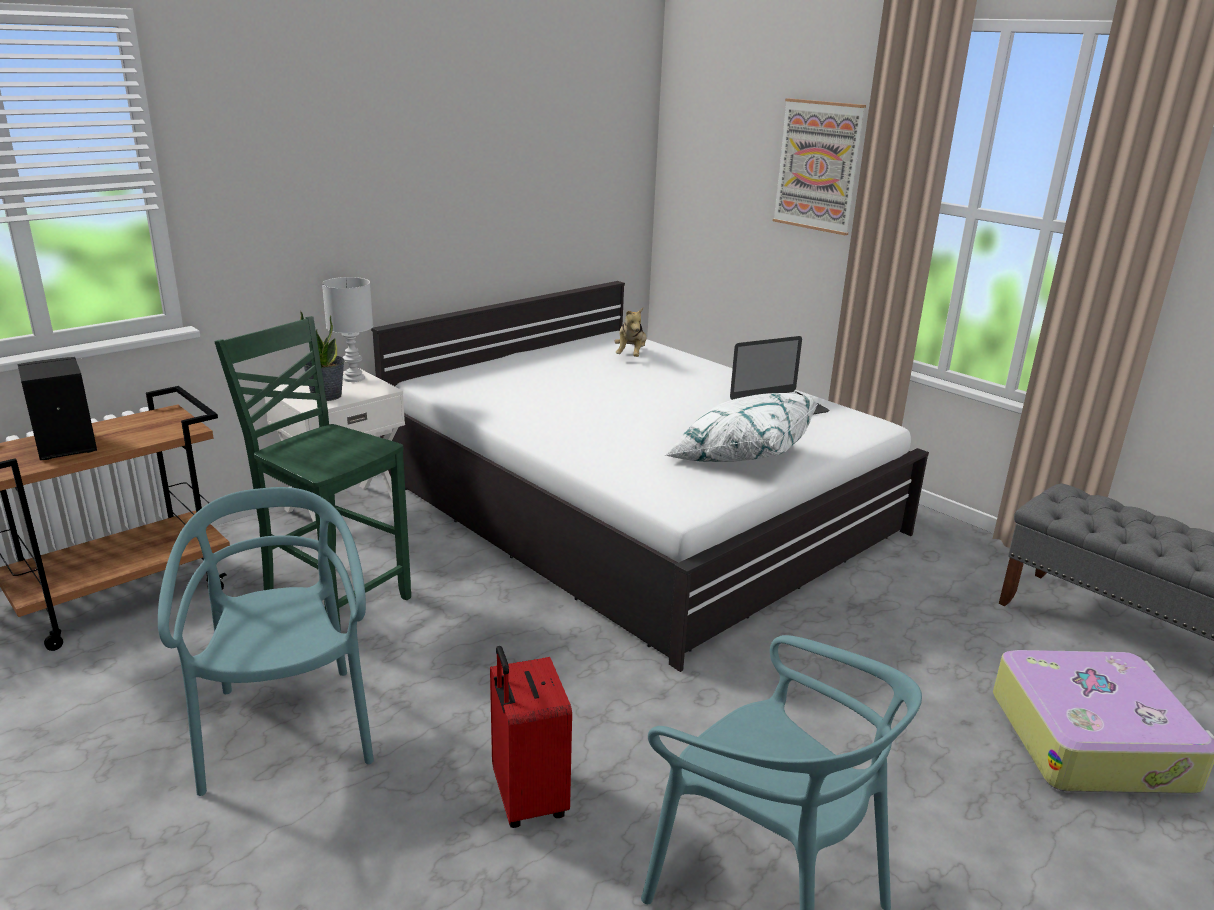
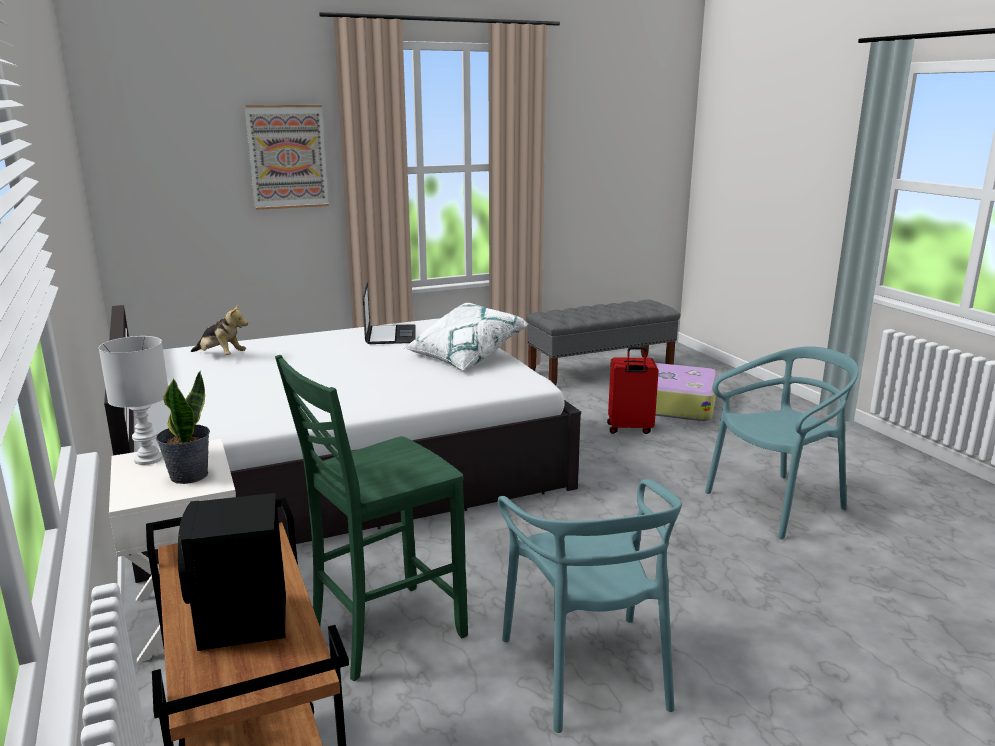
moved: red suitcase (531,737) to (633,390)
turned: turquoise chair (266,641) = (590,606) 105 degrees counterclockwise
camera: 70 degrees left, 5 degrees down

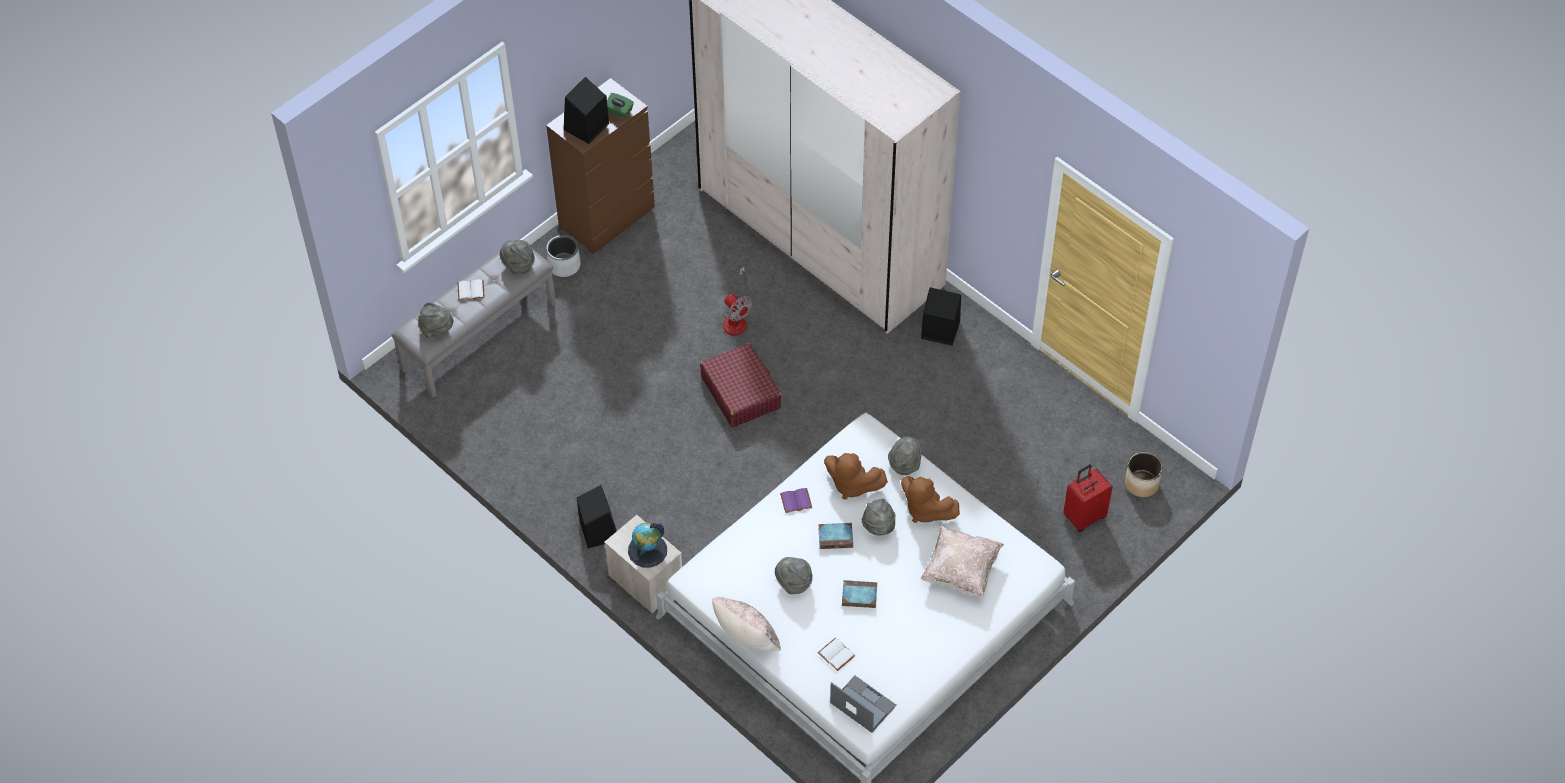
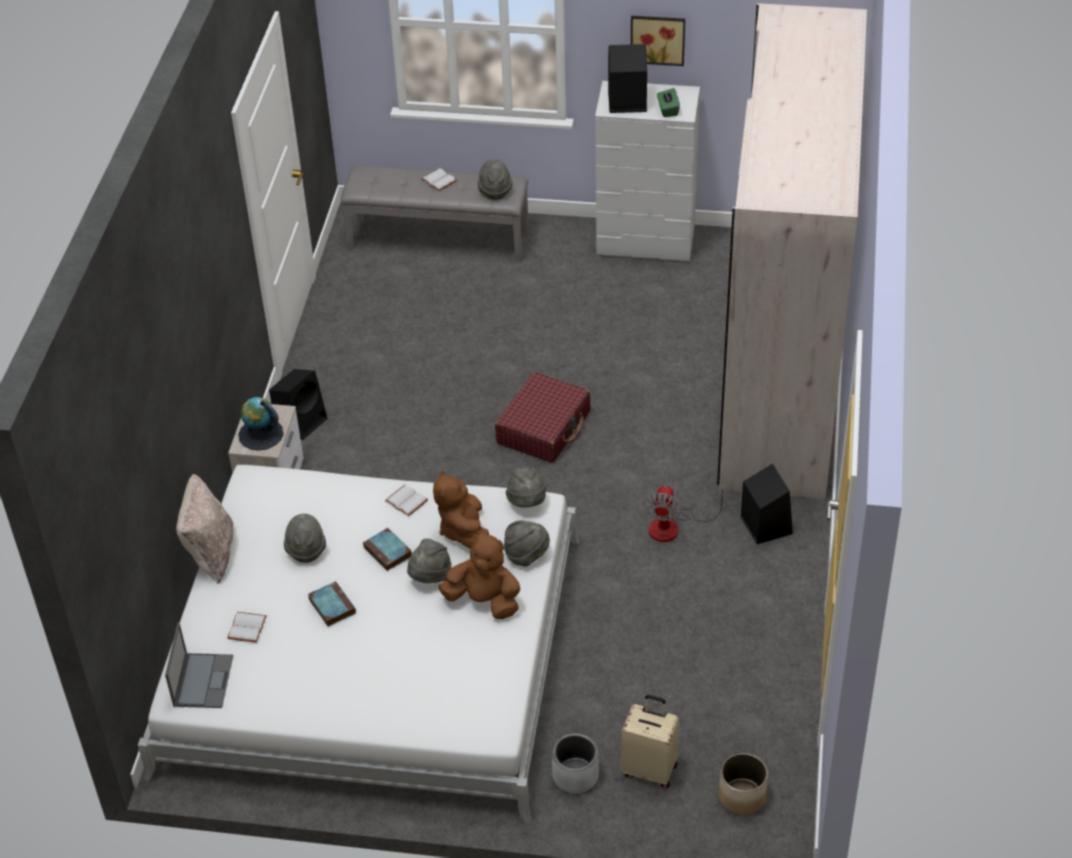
removed: beige pillow (962,561)
added: picture (658,41)
moved: grey hat (435,320) to (526,486); grey planter (563,256) to (575,763); fan (737,301) to (685,513)
recoloured: brown dresser (600,166) to white dresser (647,171); purple book (796,500) to white book (406,500); red suitcase (1088,498) to beige suitcase (650,742)
turned: brown plush toy (930,499) = (479,575) 105 degrees clockwise
camera: 55 degrees right, 10 degrees down

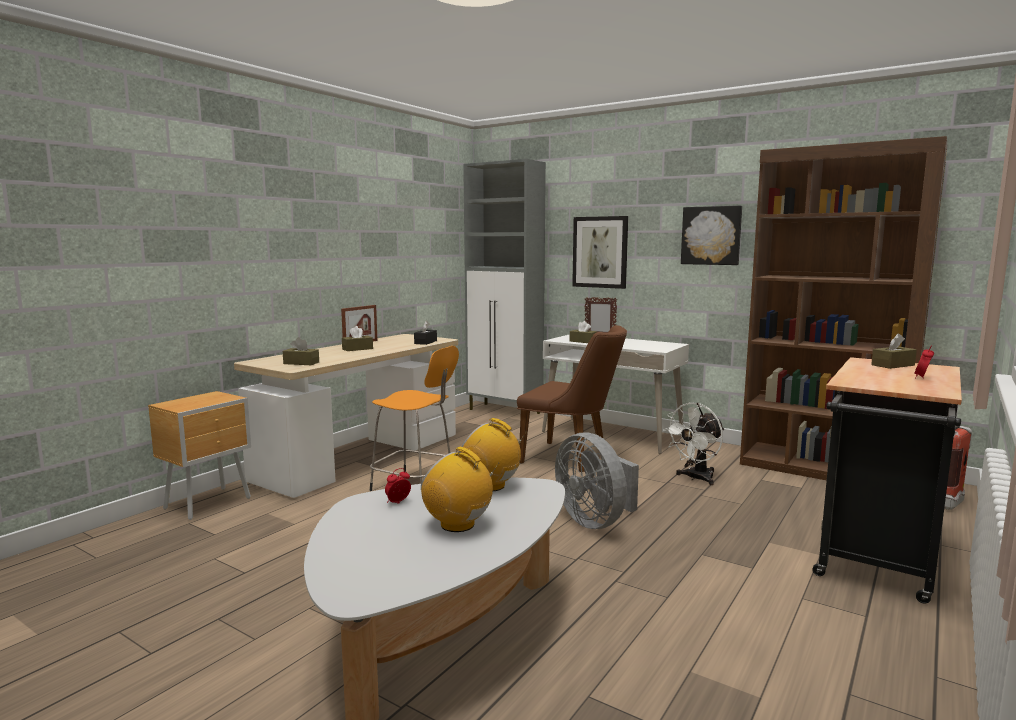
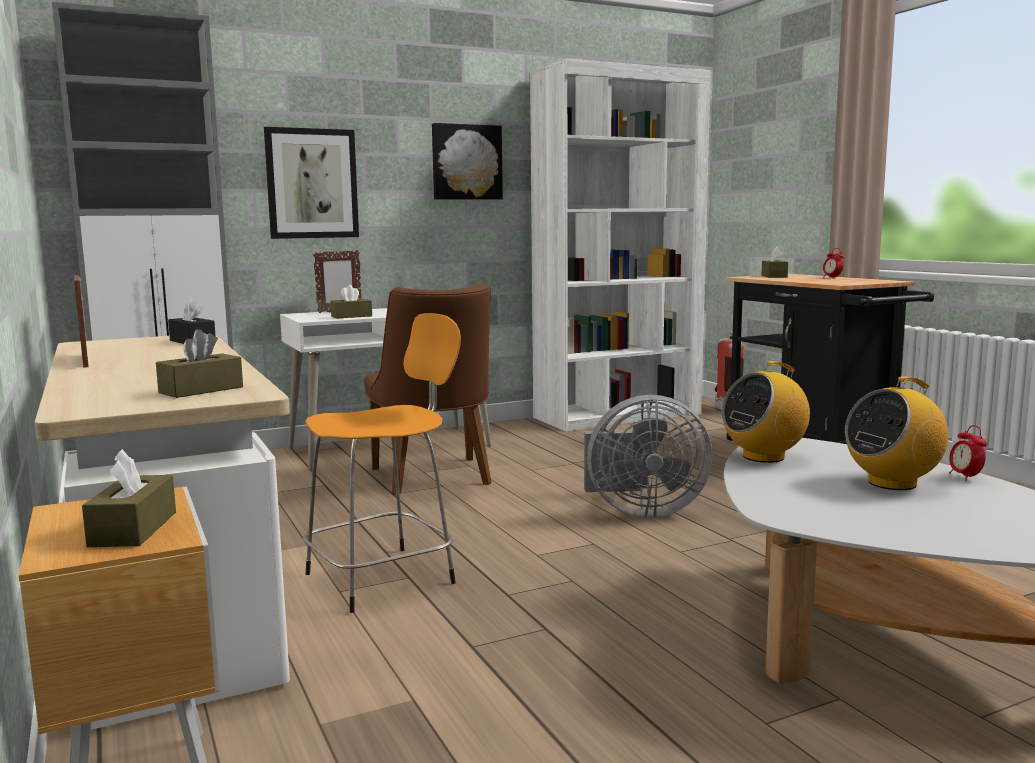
removed: white fan (694,443)
moved: brown tissue box (357,338) to (129,498); alarm clock (398,486) to (968,453)
recoloured: brown bookcase (843,308) to white bookcase (620,245)
turned: brown chair (572,398) = (427,389) 105 degrees clockwise
camera: 60 degrees left, 0 degrees up

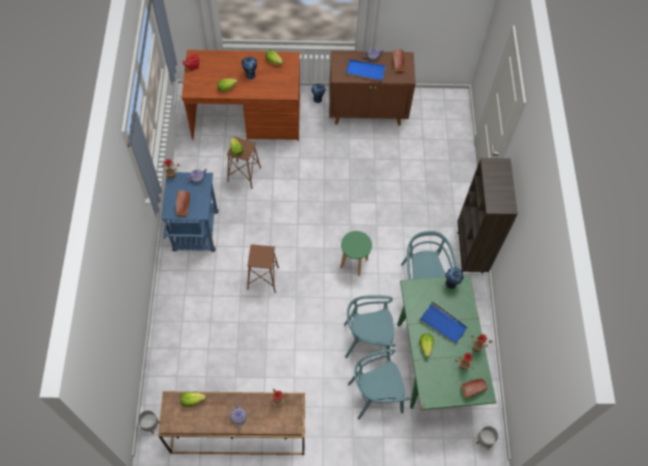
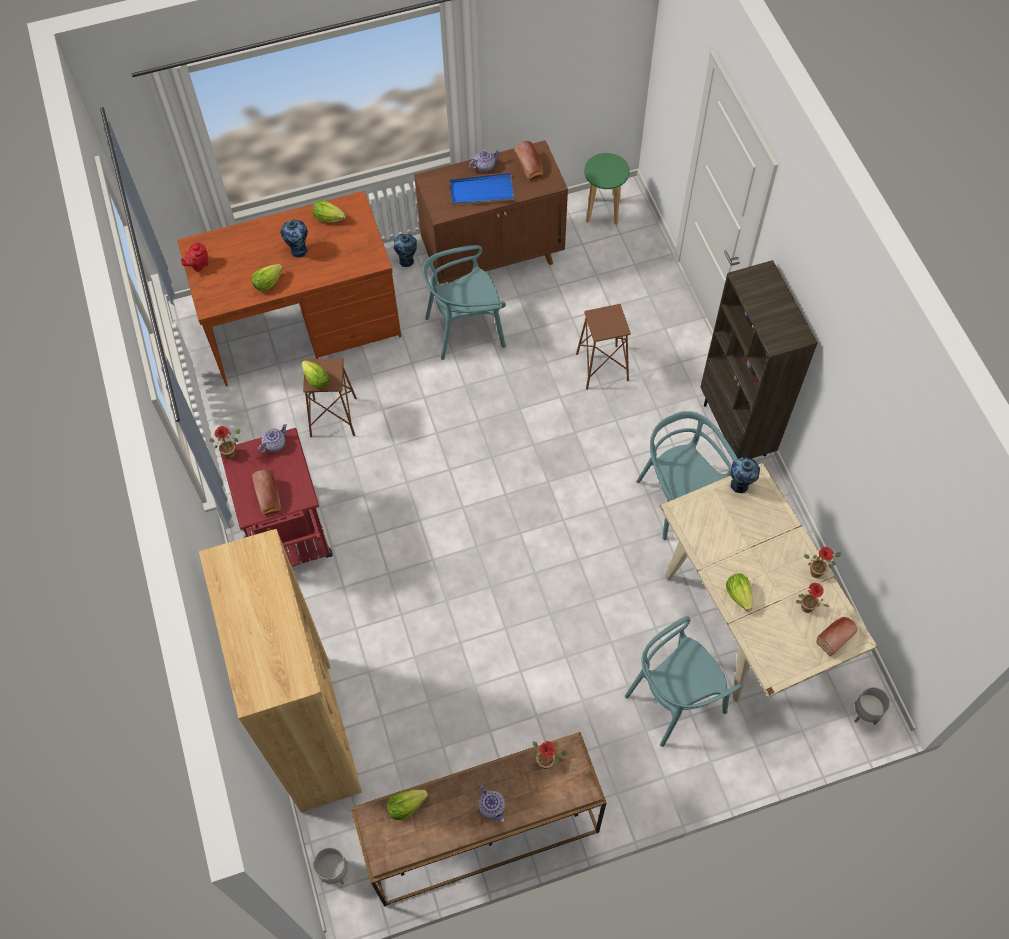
removed: blue tray (443,322)
added: brown bookcase (280,671)
moved: brown stool (263,268) to (603,347); green stool (356,253) to (607,189); turquoise chair (369,326) to (464,302)
recoloured: blue cart (190,212) to red cart (276,497); green dining table (446,342) to beige dining table (769,582)
camera: 15 degrees left, 0 degrees up

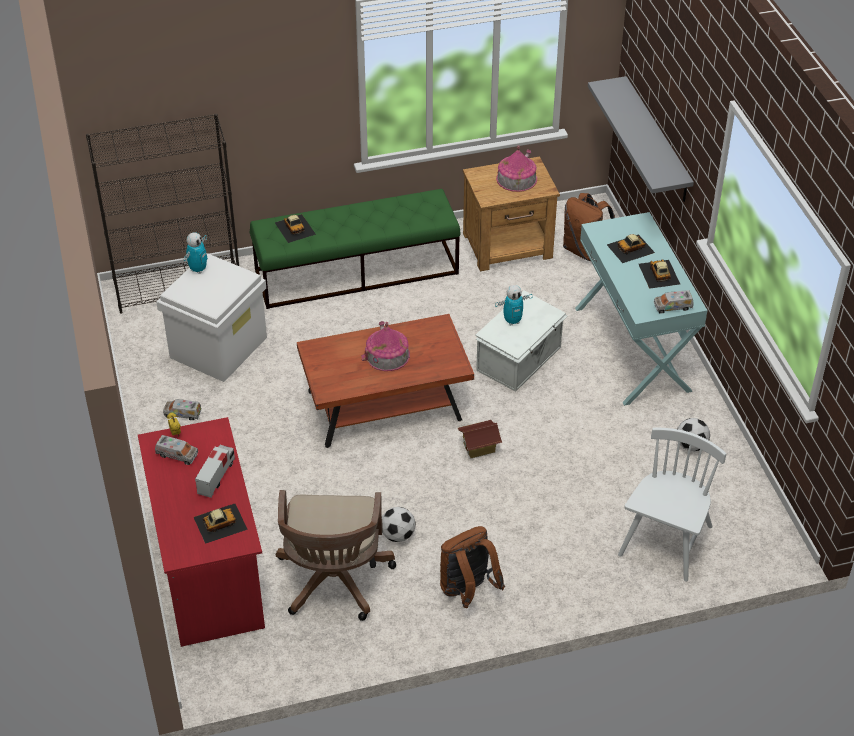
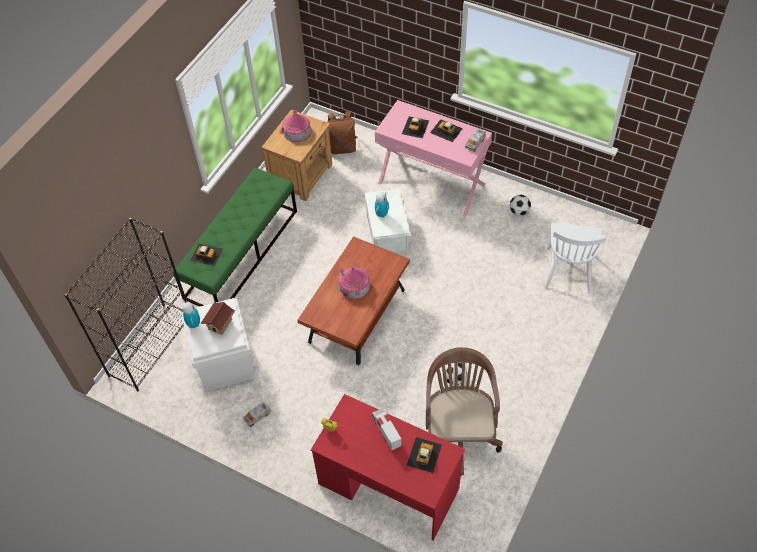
removed: toy truck (176,450); brown backpack (472,567); grey shelf (641,139)
moved: toy house (480,439) to (218,318)
recoloured: turquoise console table (641,309) to pink console table (433,158)
turned: brown office chair (336,555) = (464,411) 135 degrees counterclockwise; white chair (672,505) = (575,258) 150 degrees counterclockwise
camera: 45 degrees left, 10 degrees up

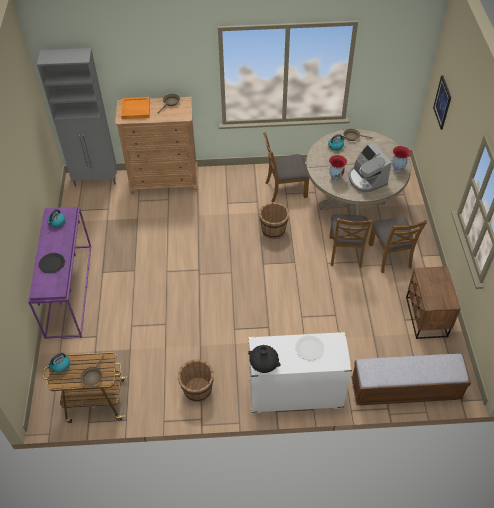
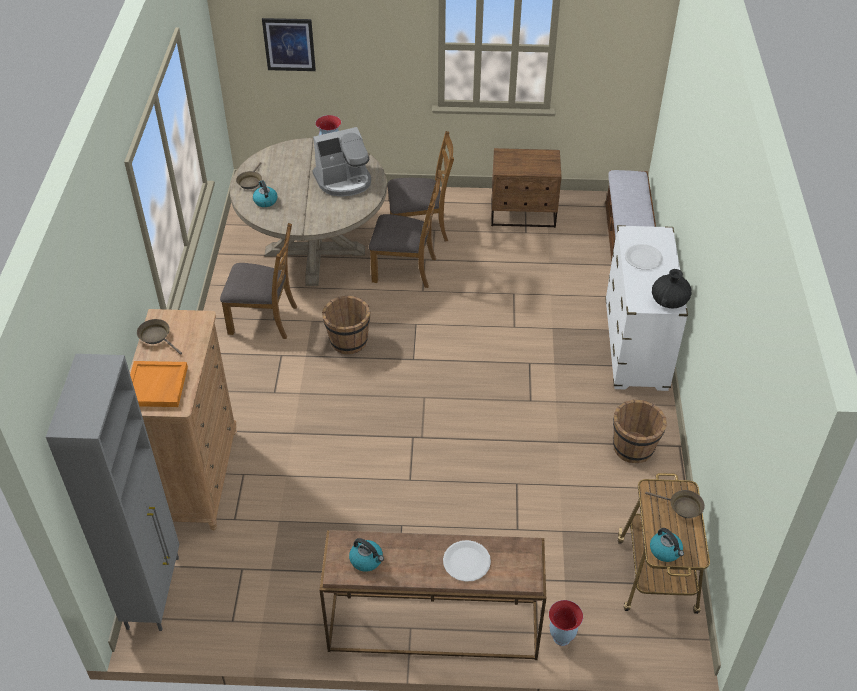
moved: vase (338,168) to (566,623)
recoloured: purple console table (59,273) to brown console table (433,595); black plate (52,263) to white plate (467,561)
turned: brown chair (286,167) = (258,281) 75 degrees counterclockwise
camera: 85 degrees left, 5 degrees down

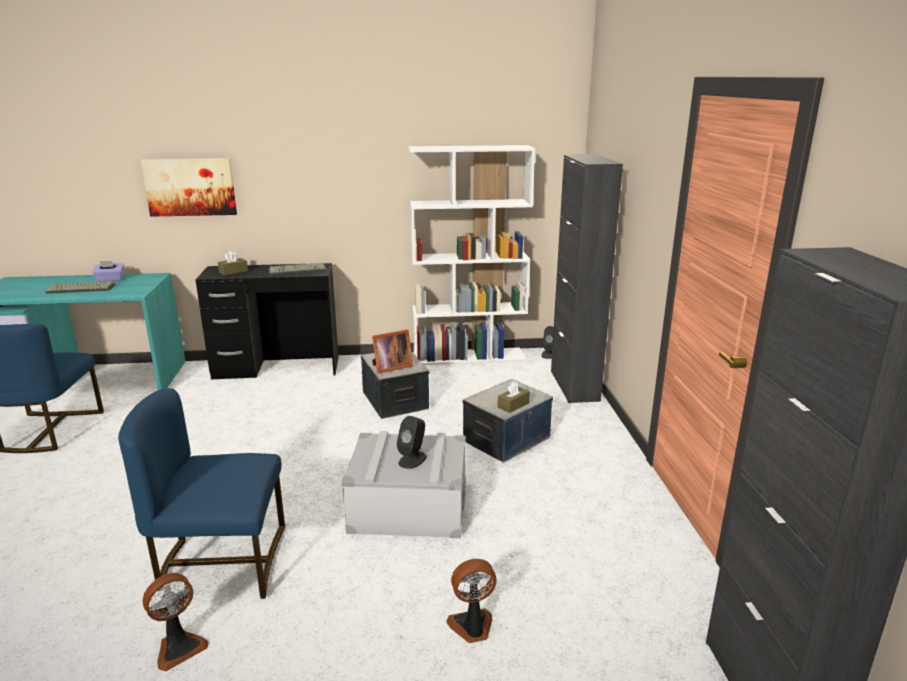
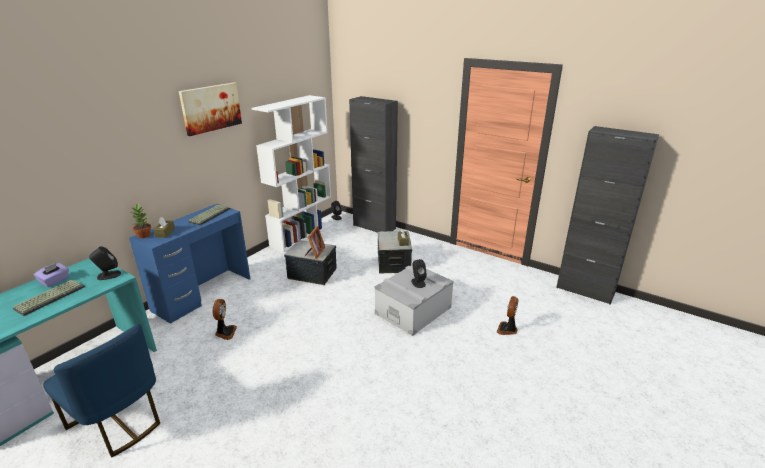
removed: blue chair (201,493)
added: black speaker (105,263); potted plant (140,220)
moved: picture (189,187) to (210,109); fan (175,622) to (225,319)
recoloured: black desk (266,321) to blue desk (189,264)
camera: 50 degrees left, 5 degrees up

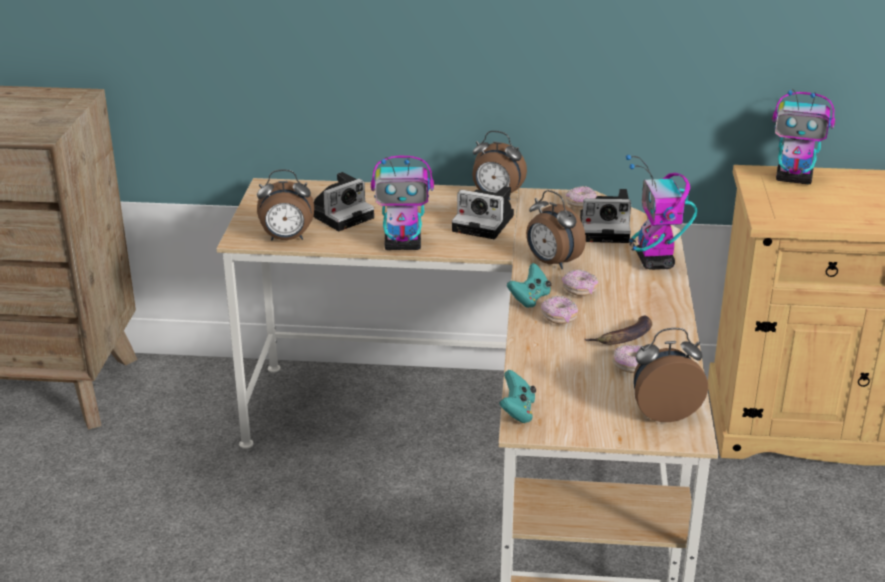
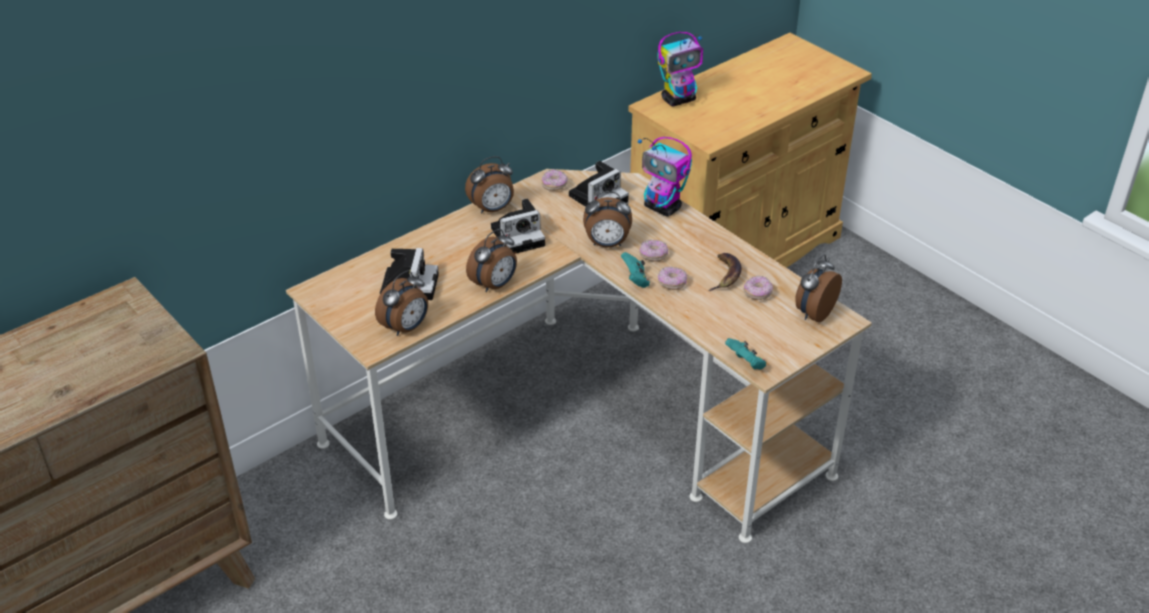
replaced: toy robot (402,203) to alarm clock (491,261)
camera: 45 degrees left, 10 degrees up

